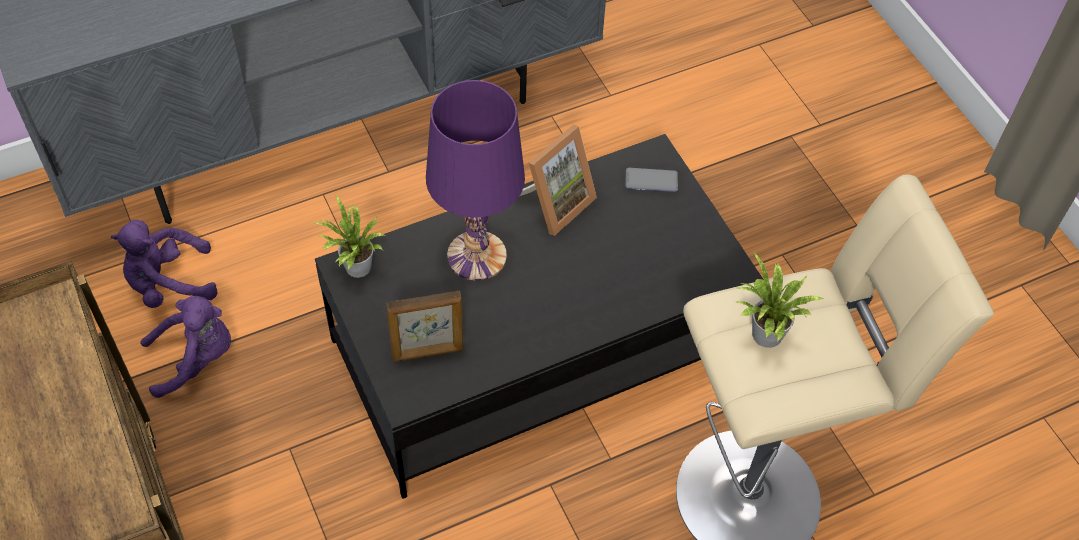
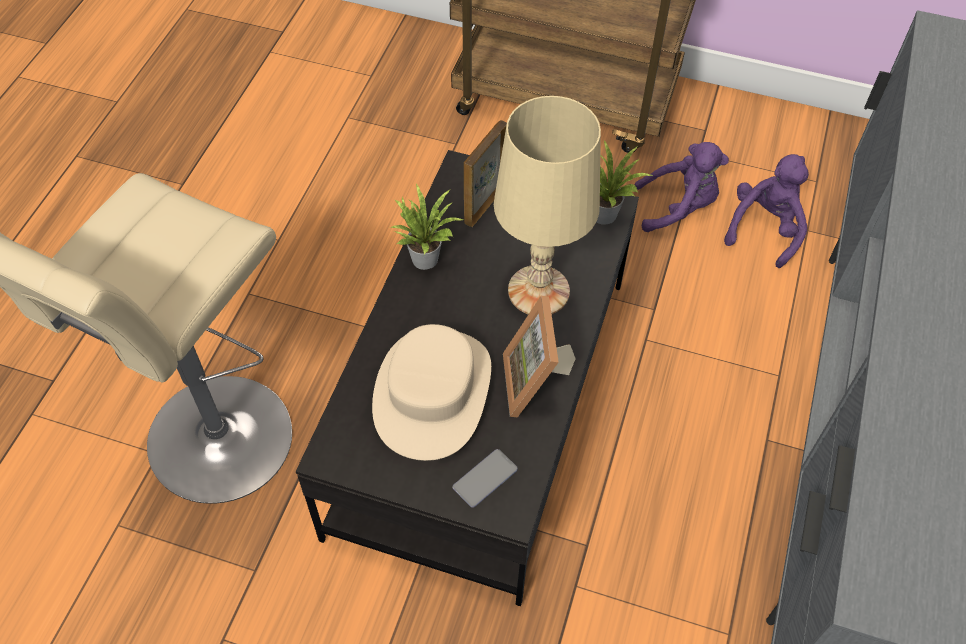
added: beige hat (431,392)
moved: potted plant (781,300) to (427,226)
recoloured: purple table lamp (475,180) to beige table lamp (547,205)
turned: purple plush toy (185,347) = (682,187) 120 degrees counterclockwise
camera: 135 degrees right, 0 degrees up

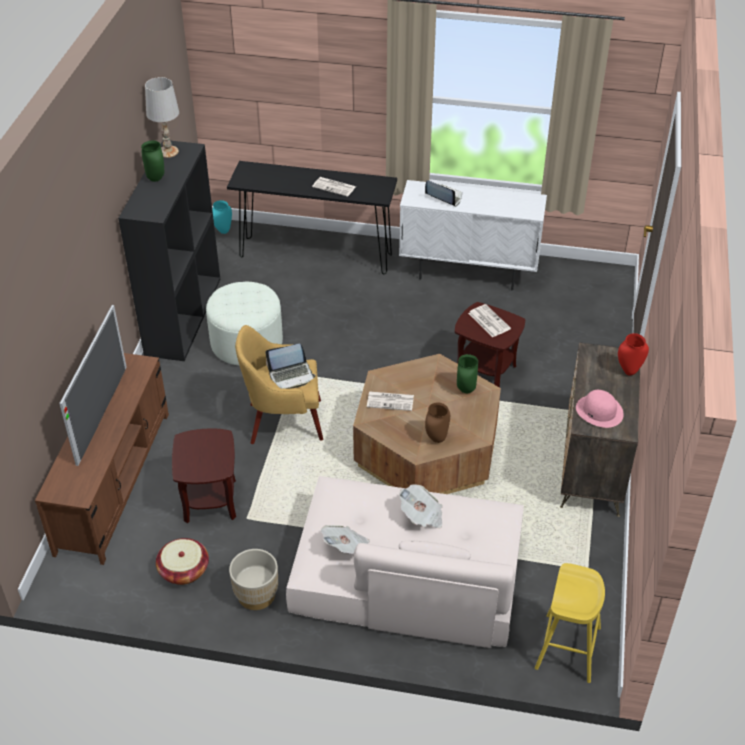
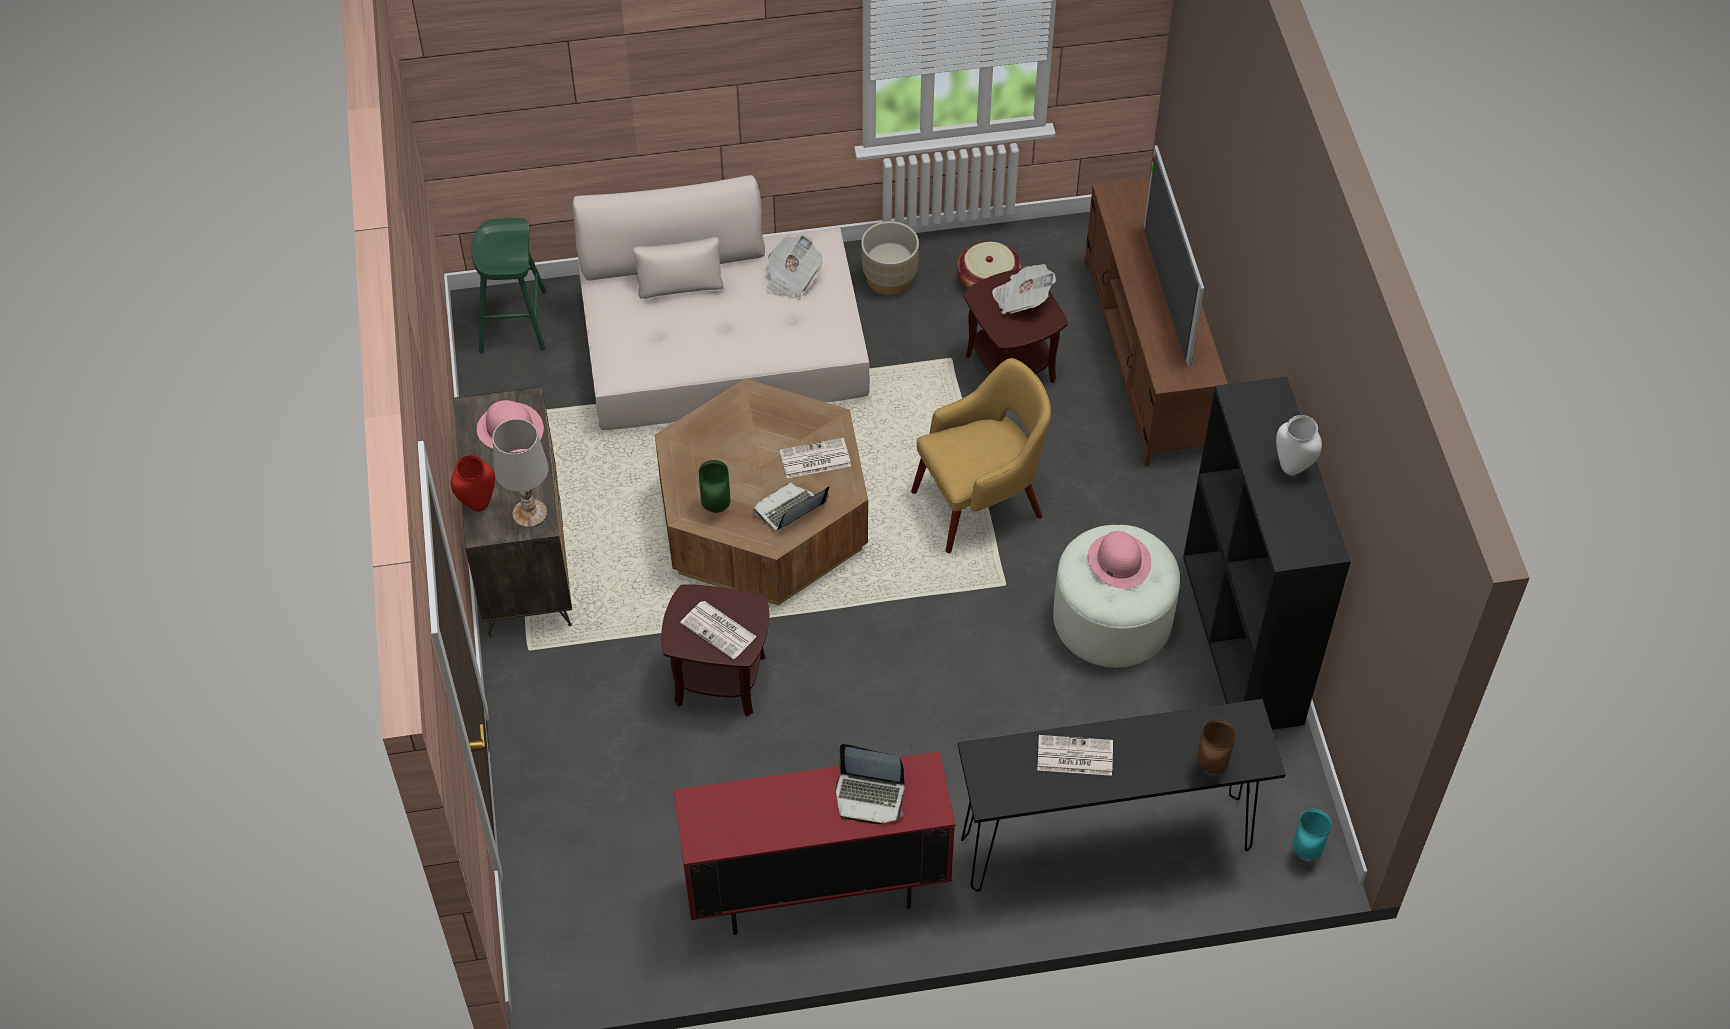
added: pink hat (1119,560)
moved: white table lamp (162,117) to (521,473); laptop (290,366) to (791,506); newspaper (421,506) to (1024,289); brown vase (437,422) to (1216,746)
recoloured: green vase (152,161) to white vase (1299,445); white cabinet (473,235) to red cabinet (814,843); yellow stool (570,623) to green stool (509,286)
camera: 160 degrees right, 10 degrees up

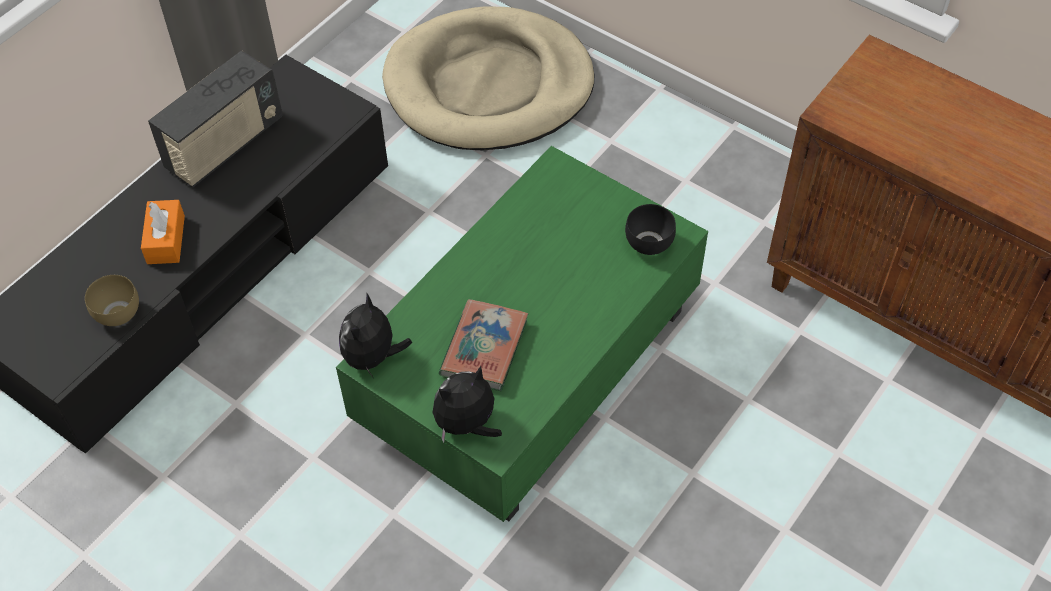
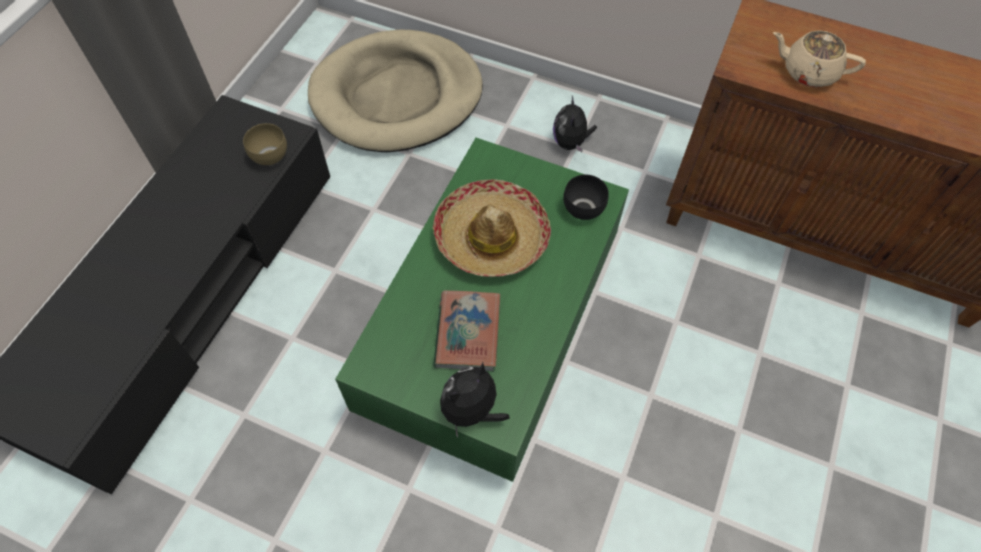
removed: orange tissue box (163,232); radio (215,119)
added: hat (492,228); beige teapot (819,58)
moved: brown bowl (112,300) to (265,144); plush toy (375,335) to (575,124)
camera: 15 degrees left, 5 degrees up

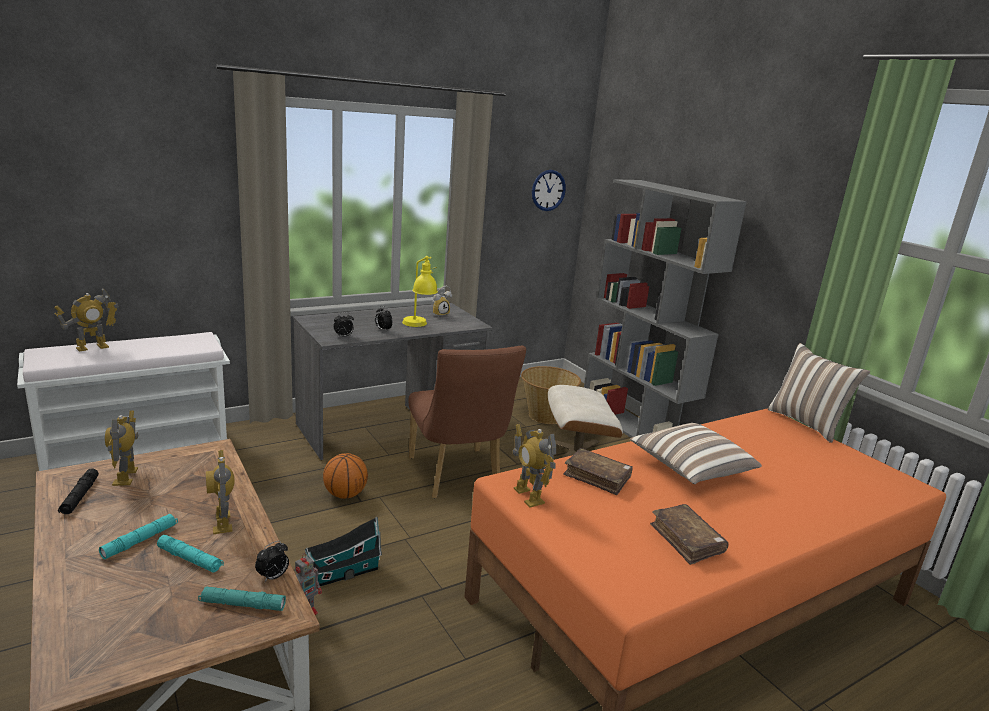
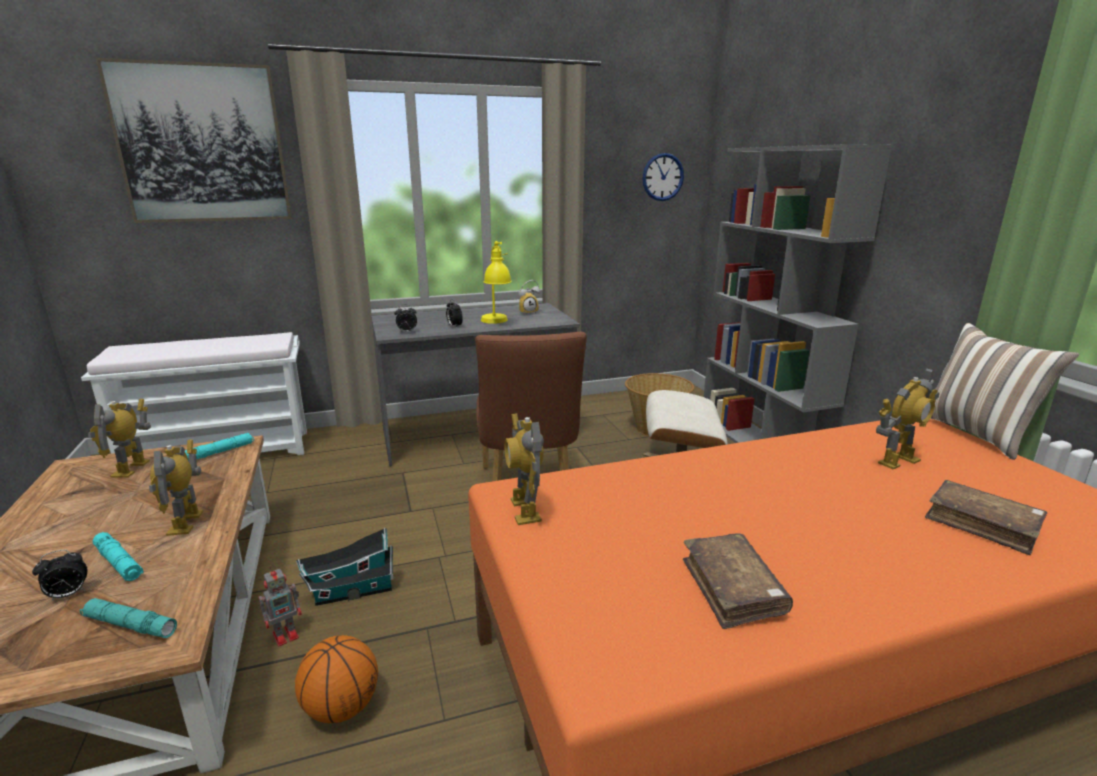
removed: black flashlight (78,491); pillow (696,453)
added: picture (194,140)
moved: toy robot (86,320) to (907,418); turquoise flashlight (138,536) to (219,447); alarm clock (272,561) to (59,575); basketball (345,476) to (336,679); brown book (598,471) to (986,517)
camera: 15 degrees right, 0 degrees up

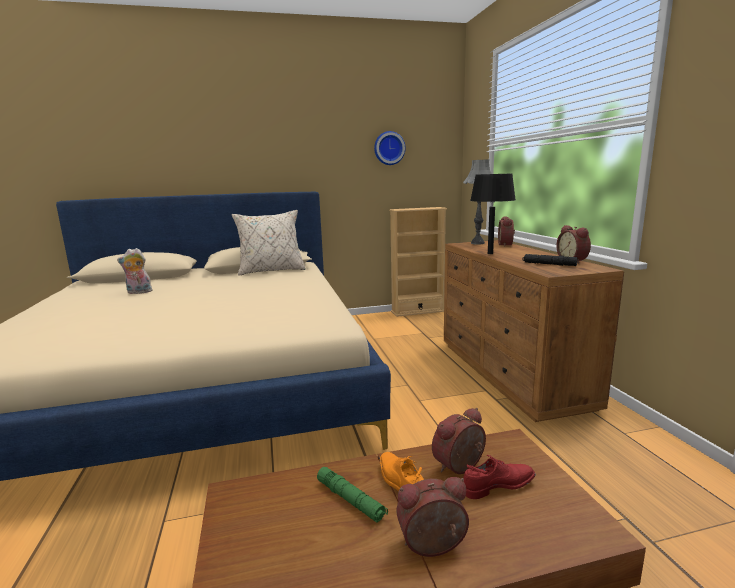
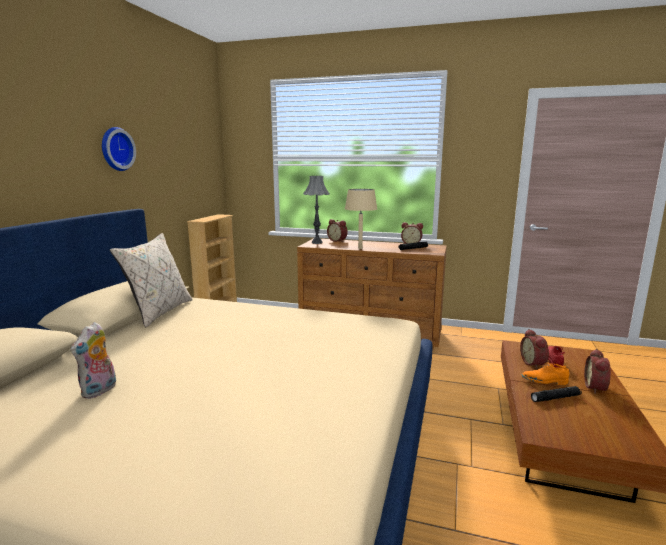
moved: wall clock (390,148) to (119,149)
recoloured: green flashlight (352,495) to black flashlight (556,394); black table lamp (493,213) to beige table lamp (361,219)
camera: 60 degrees left, 0 degrees up

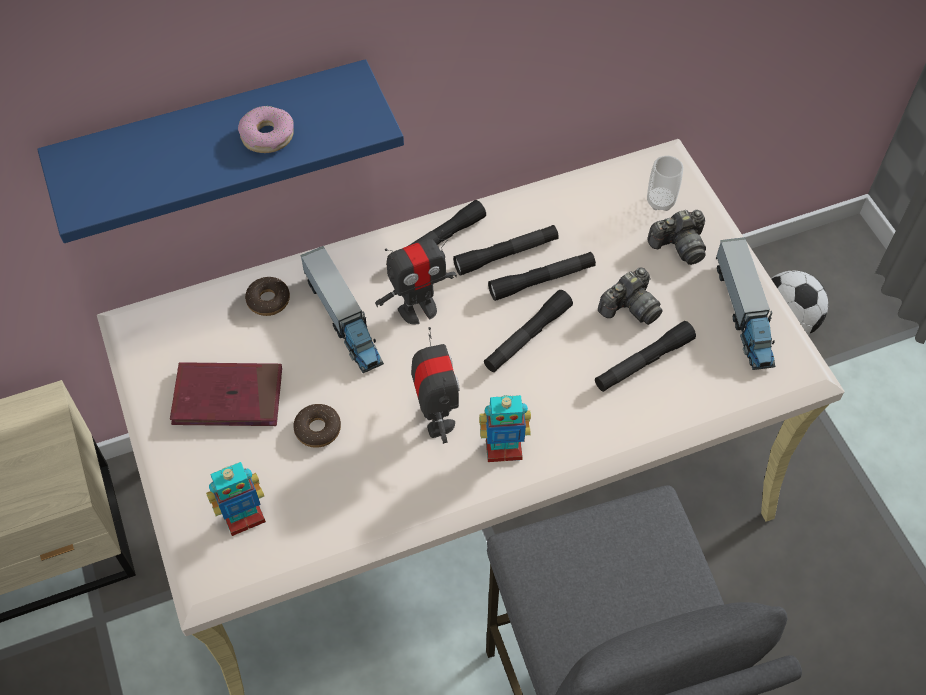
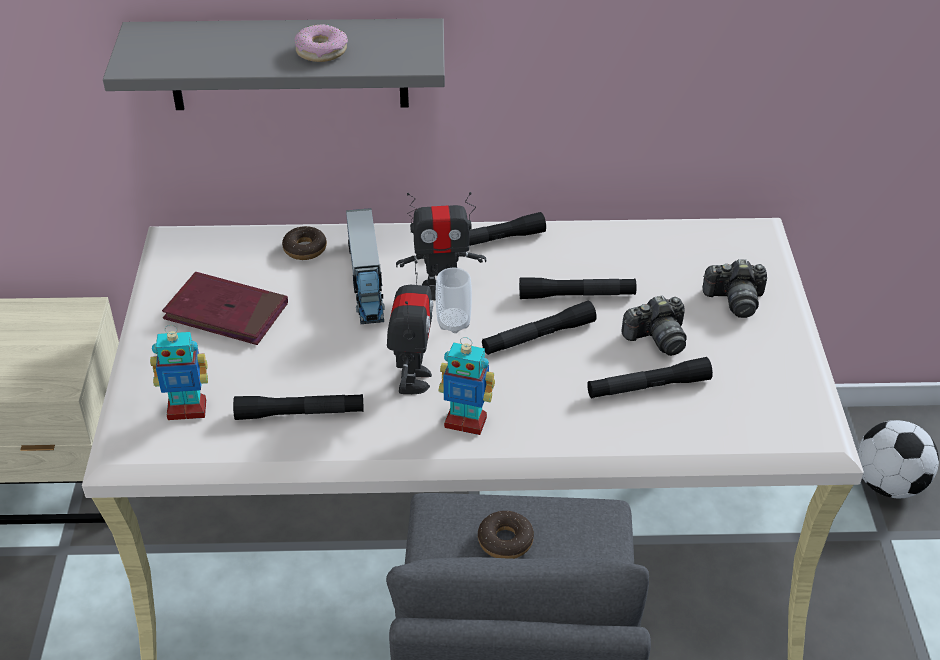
removed: toy truck (745,303)
moved: donut (317,426) to (506,535); black flashlight (506,250) to (298,407); cup (665,183) to (453,300)
recoloured: blue shelf (220,151) to grey shelf (274,64)
camera: 20 degrees right, 15 degrees down

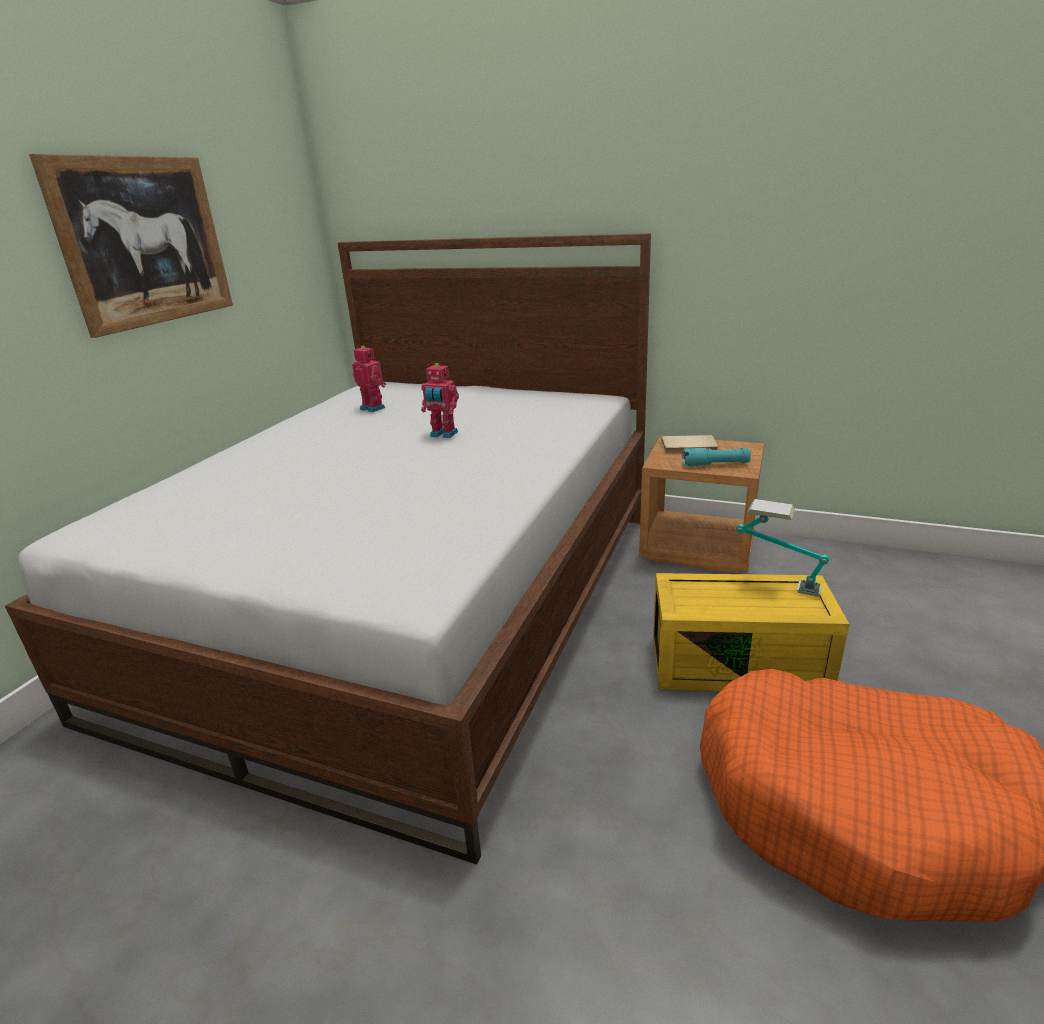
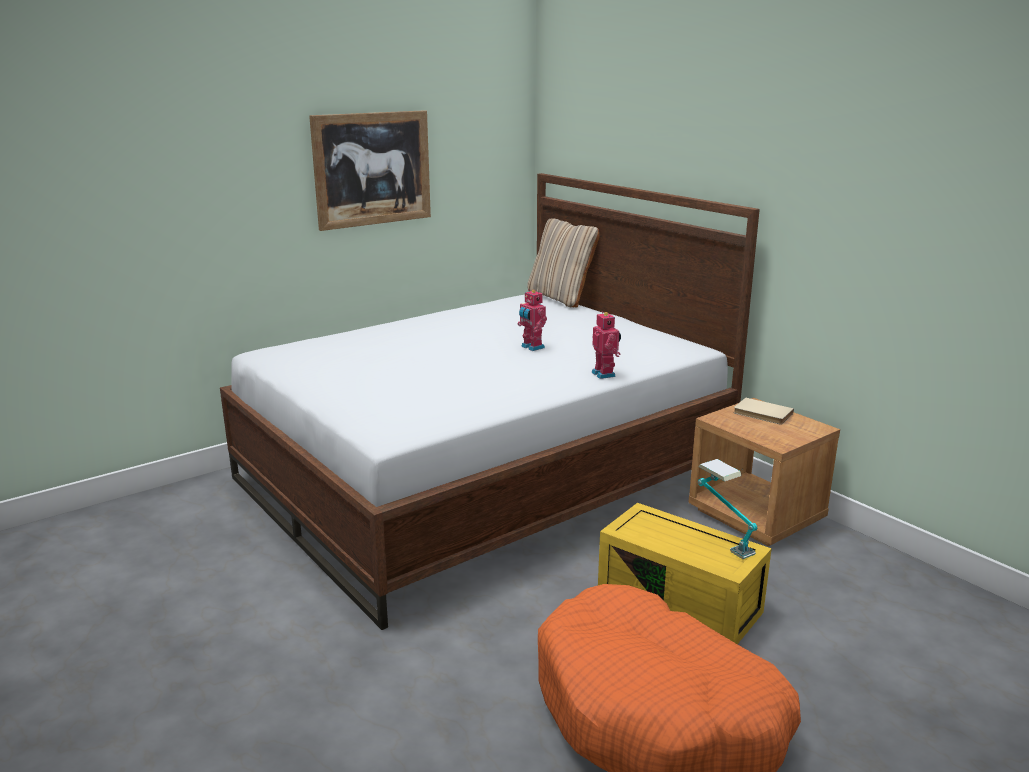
removed: turquoise flashlight (716,456)
added: beige pillow (563,263)
moved: toy robot (369,379) to (606,345)
camera: 30 degrees right, 5 degrees down

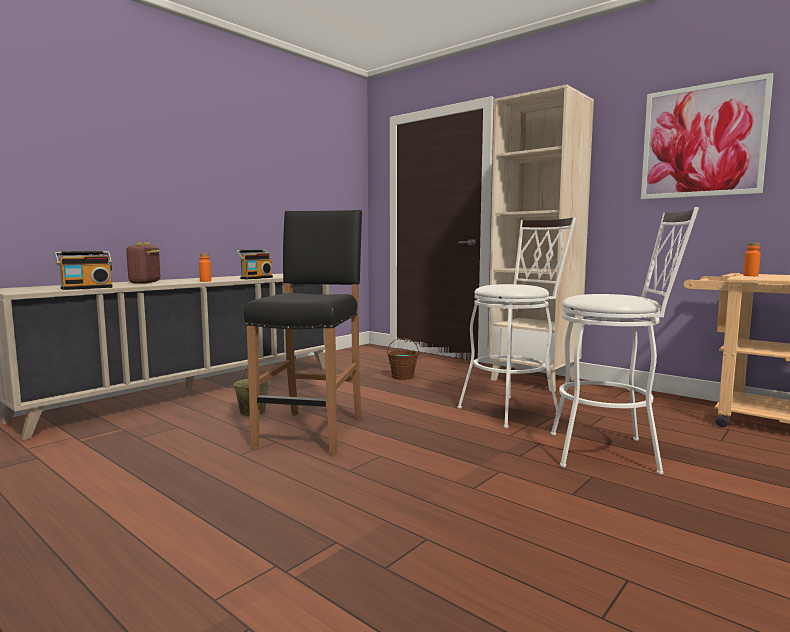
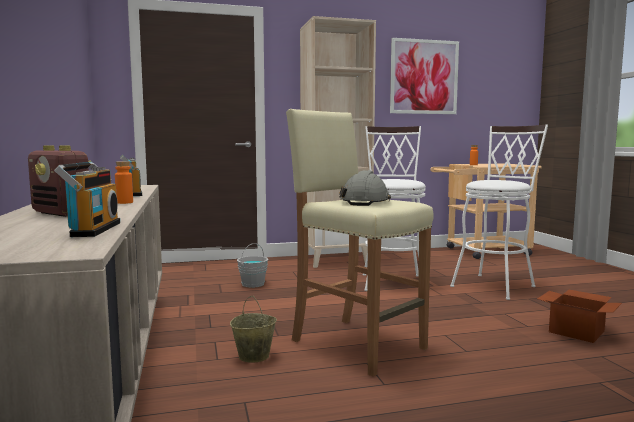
added: grey hard hat (365,188); cardboard box (579,316)
recoloured: black stool (303,332) to beige stool (360,243); brown bucket (403,359) to grey bucket (252,265)
camera: 55 degrees left, 0 degrees up

